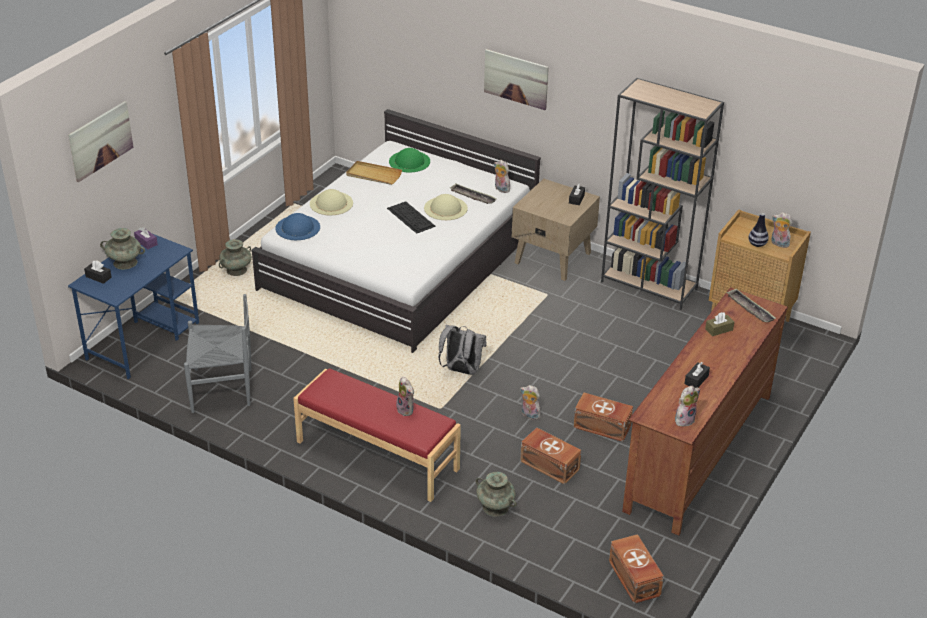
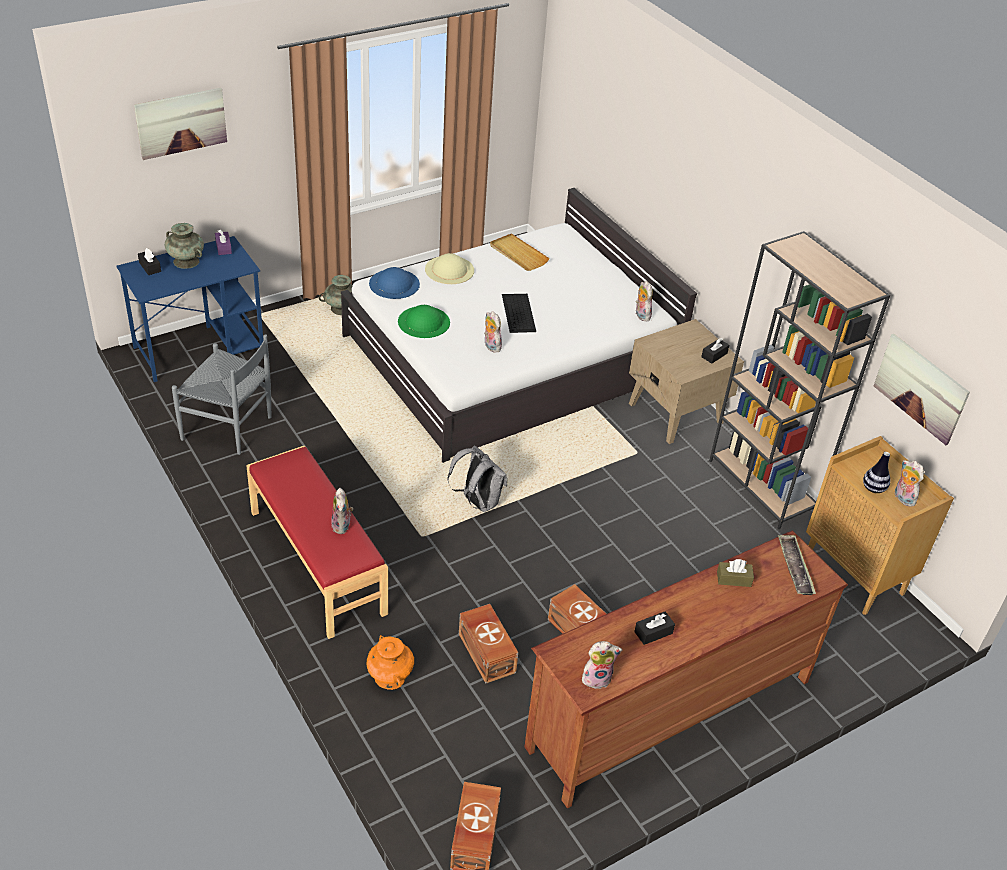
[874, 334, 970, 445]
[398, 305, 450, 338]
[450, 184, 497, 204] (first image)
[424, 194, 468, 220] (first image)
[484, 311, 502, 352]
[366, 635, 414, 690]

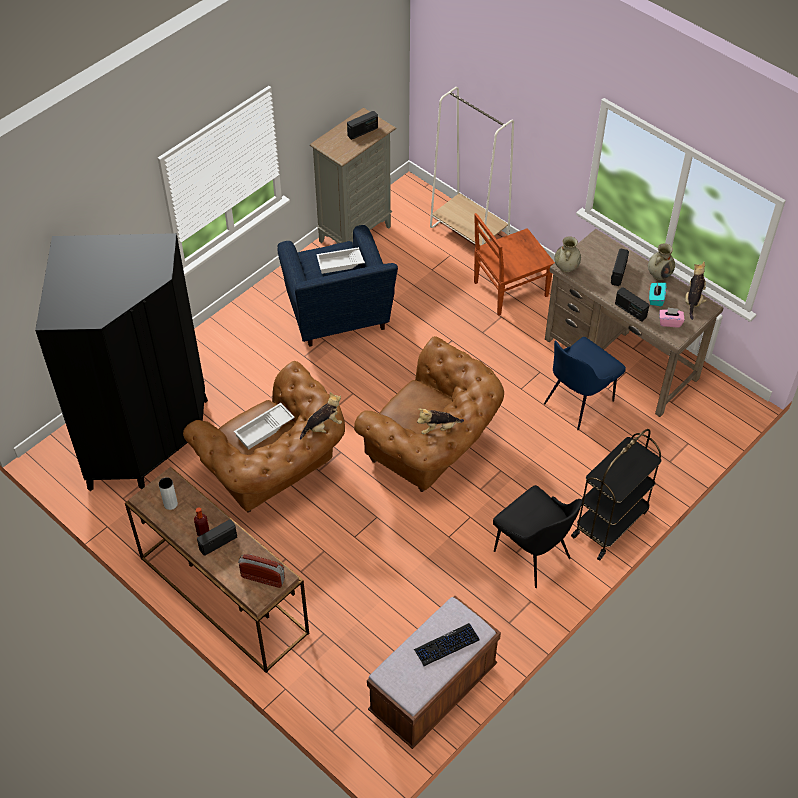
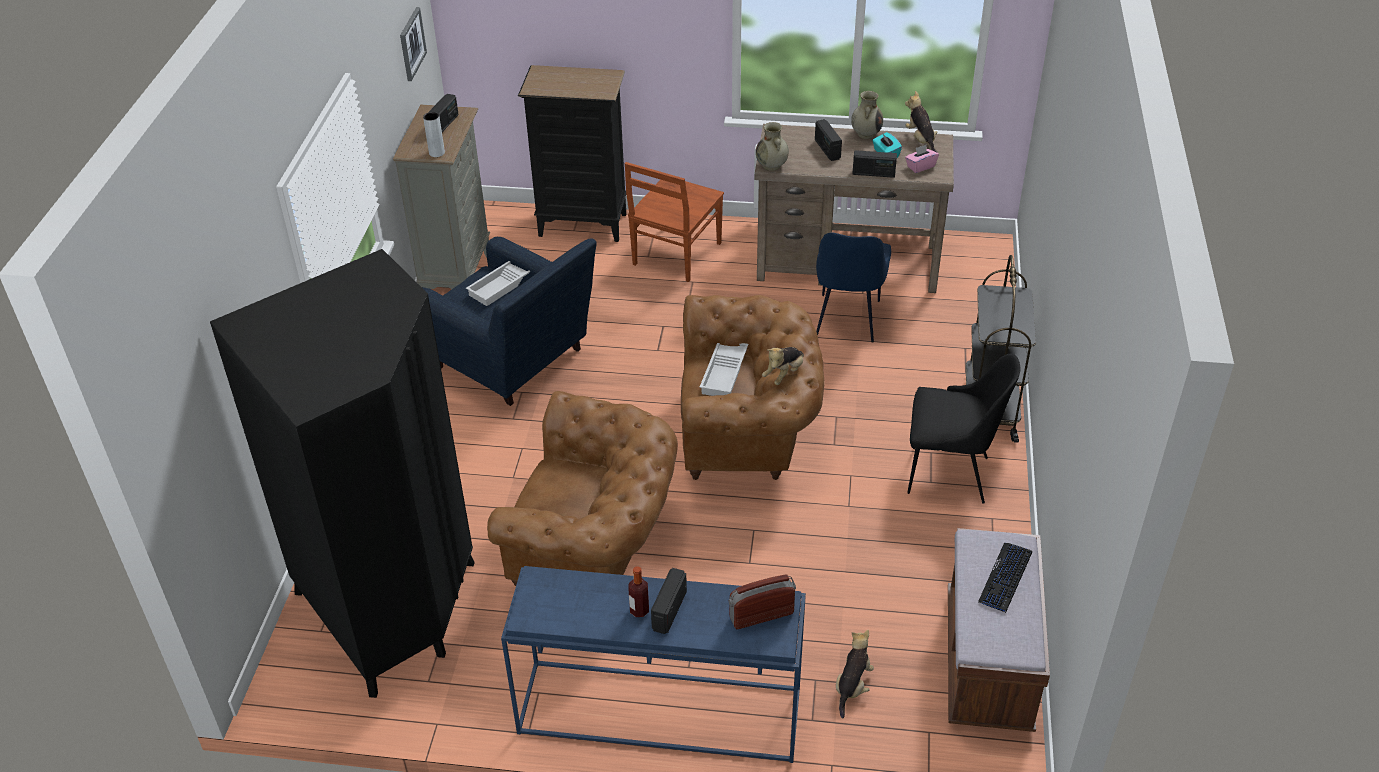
[518, 65, 626, 242]
[836, 630, 874, 718]
[700, 343, 748, 396]
[501, 566, 806, 763]
[423, 112, 445, 157]
[400, 7, 427, 81]

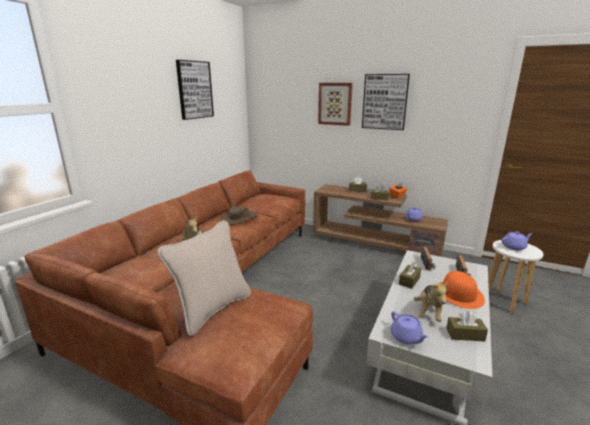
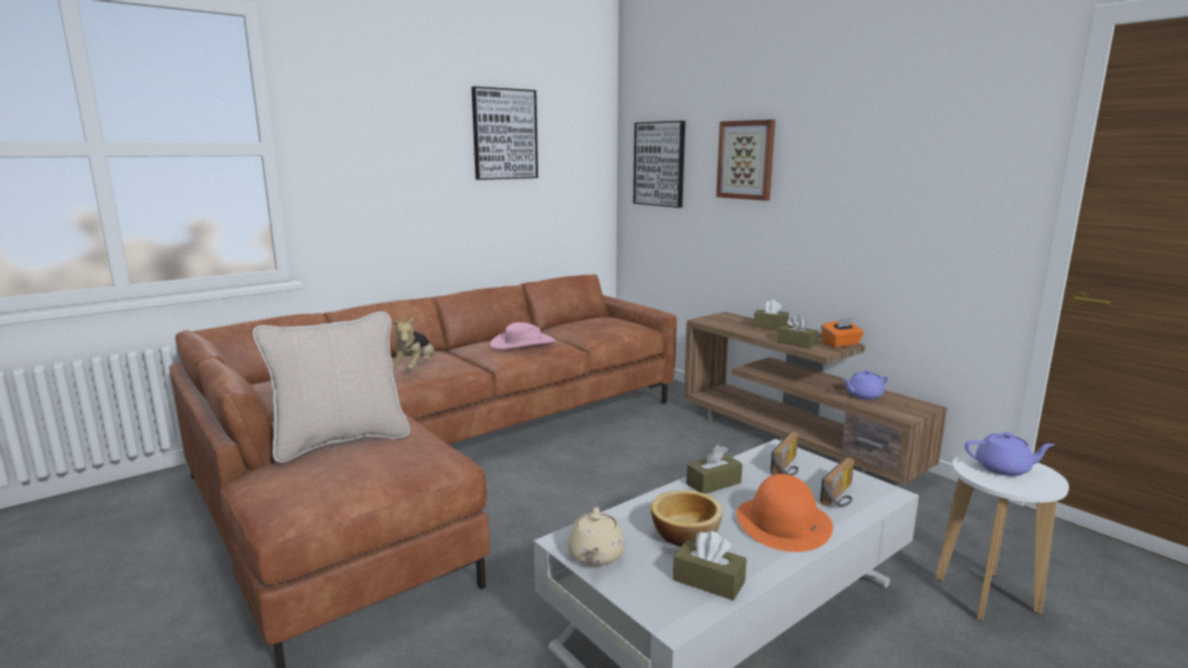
[633, 121, 685, 208]
[490, 322, 556, 349]
[651, 490, 723, 547]
[568, 507, 625, 566]

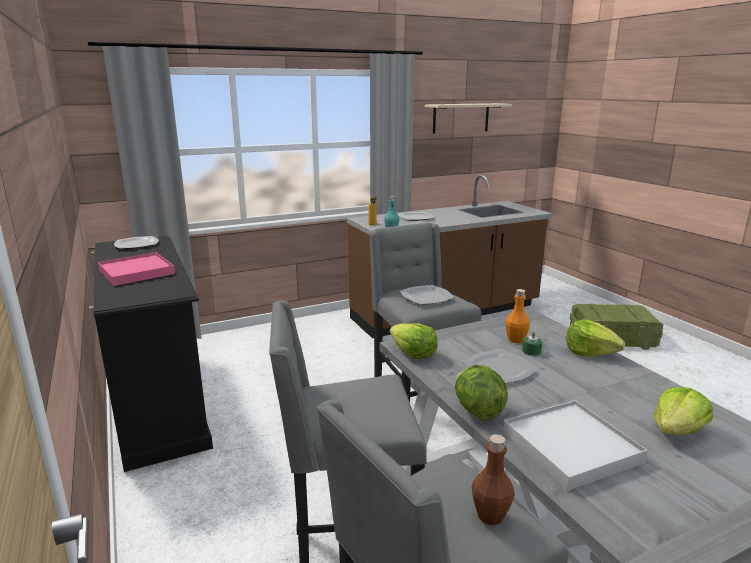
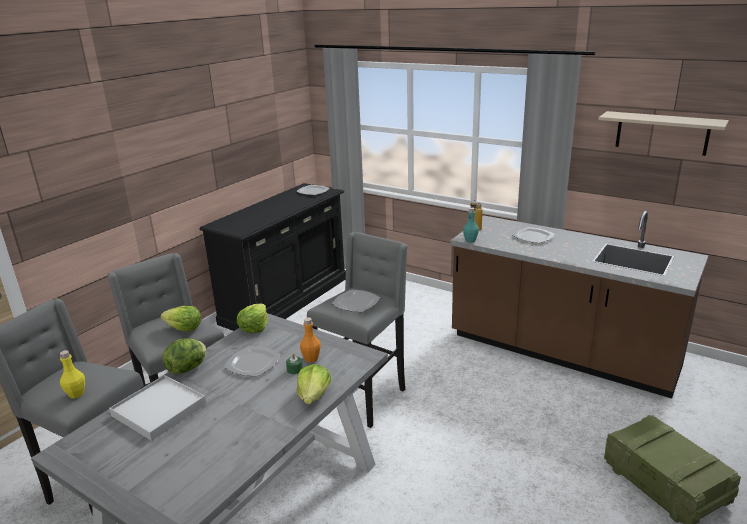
[98, 252, 175, 286] (first image)
[160, 306, 201, 332]
[60, 350, 85, 398]

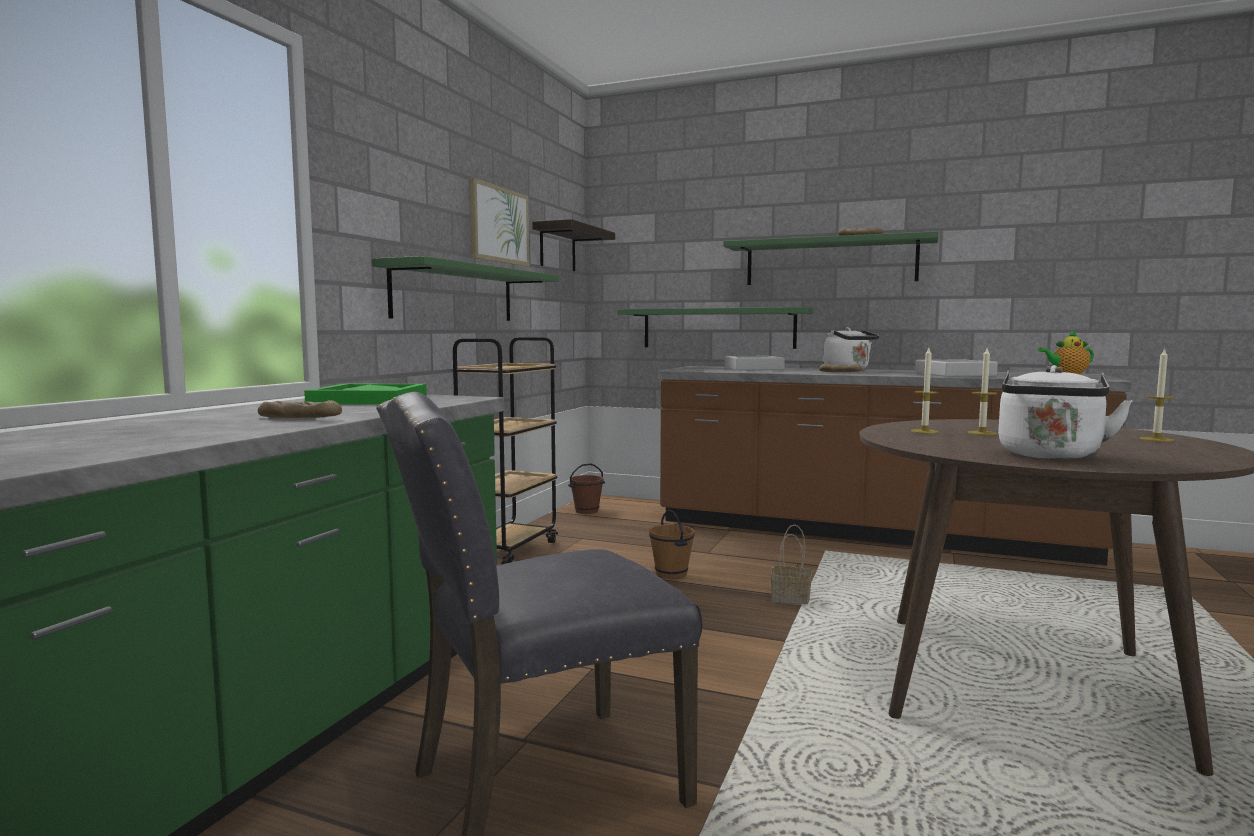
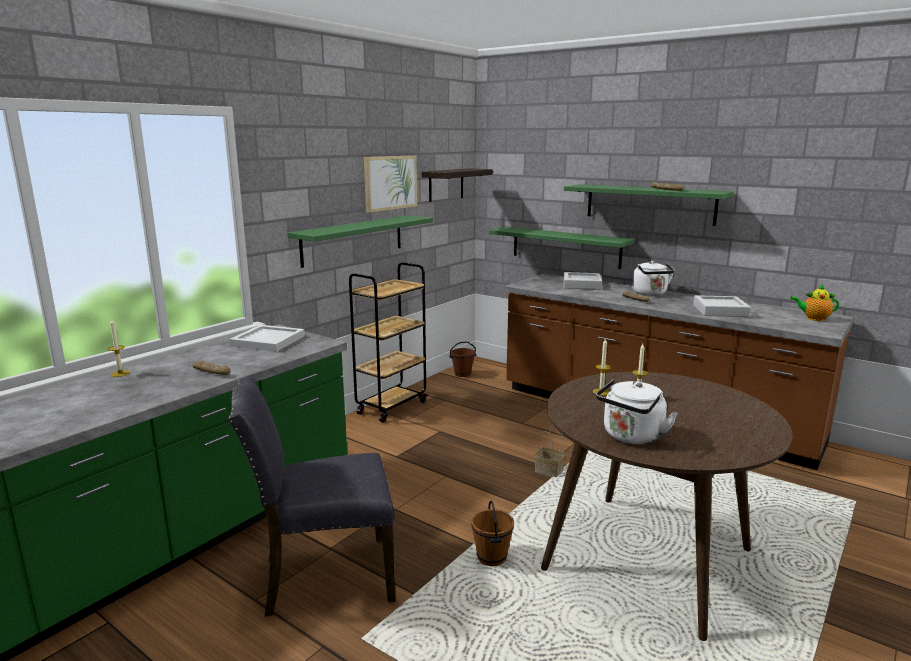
[108, 318, 131, 377]
[229, 325, 305, 352]
[471, 500, 514, 566]

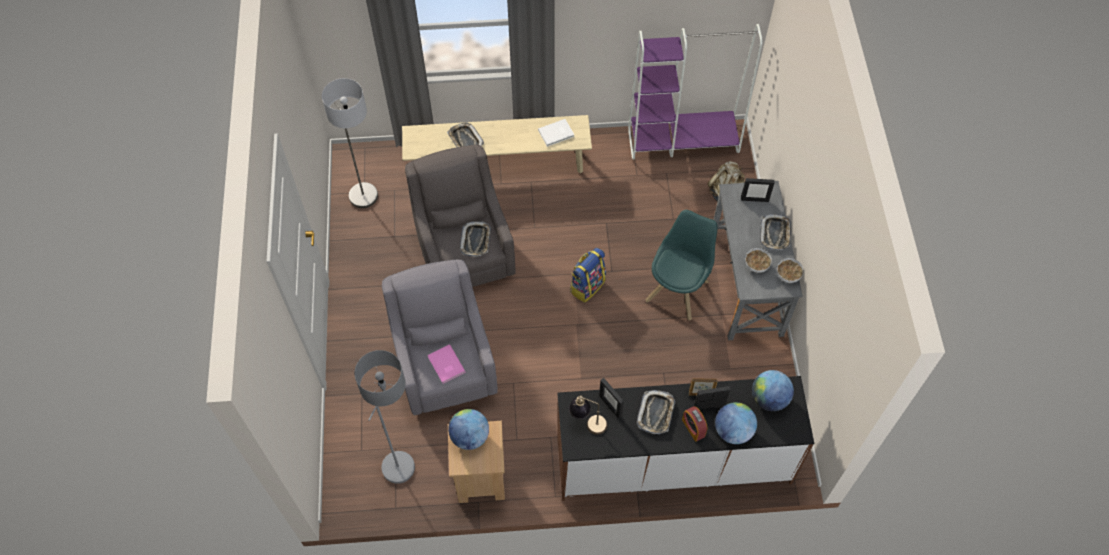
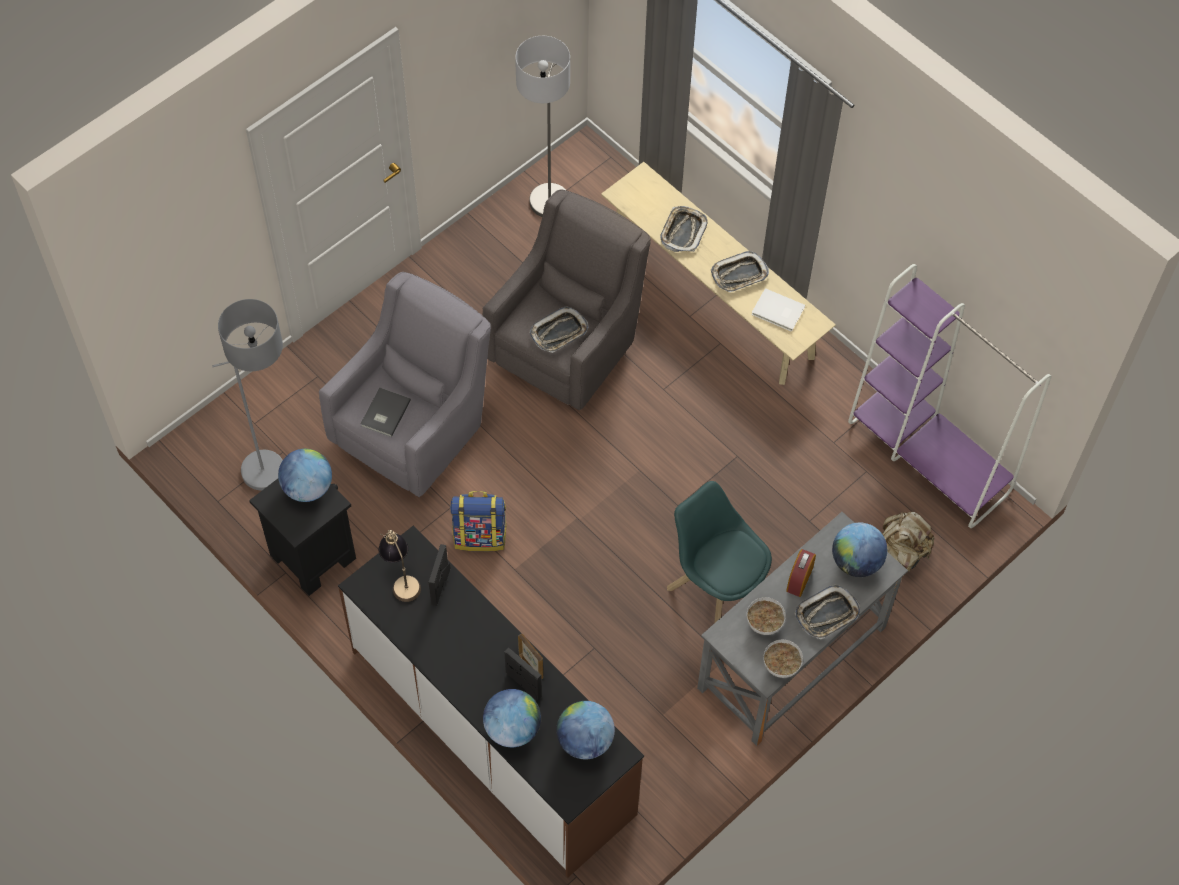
[832, 523, 887, 577]
[667, 481, 772, 623]
[450, 491, 506, 551]
[361, 388, 411, 437]
[711, 251, 769, 292]
[786, 549, 816, 597]
[249, 479, 356, 596]

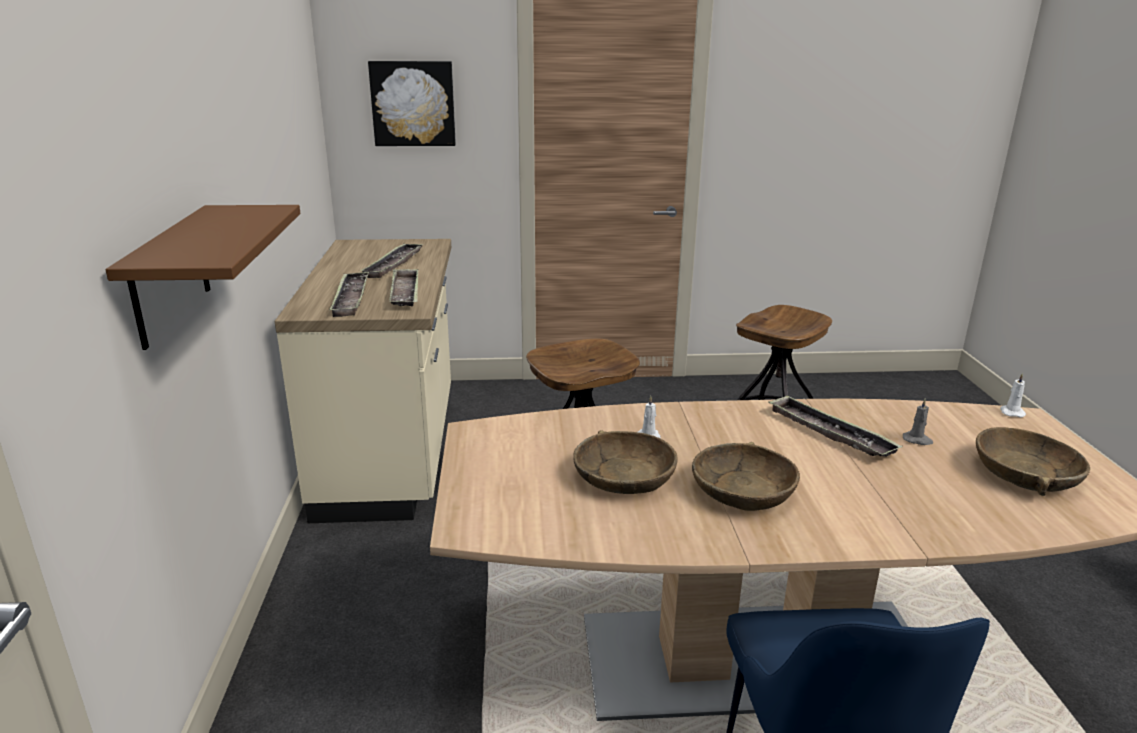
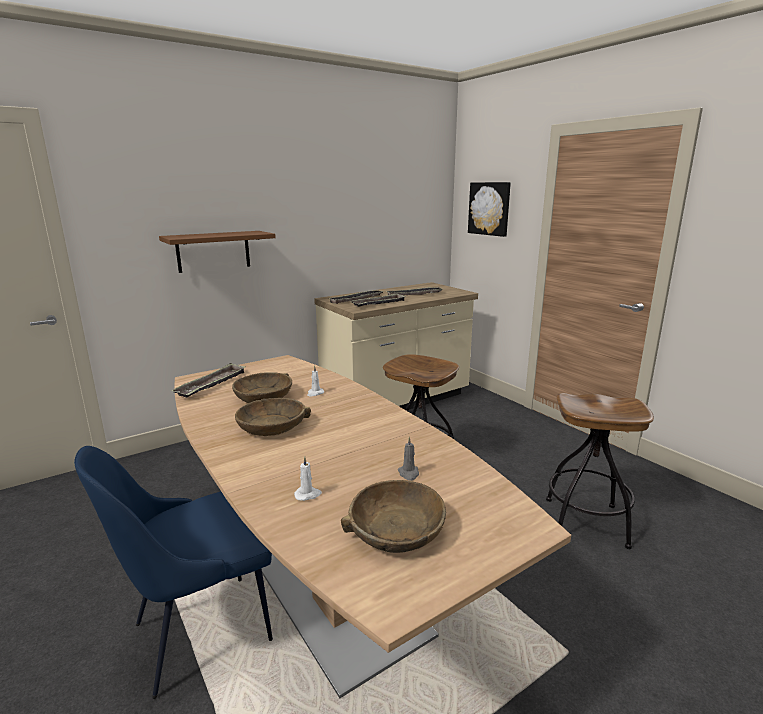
[294, 456, 322, 501]
[171, 363, 245, 398]

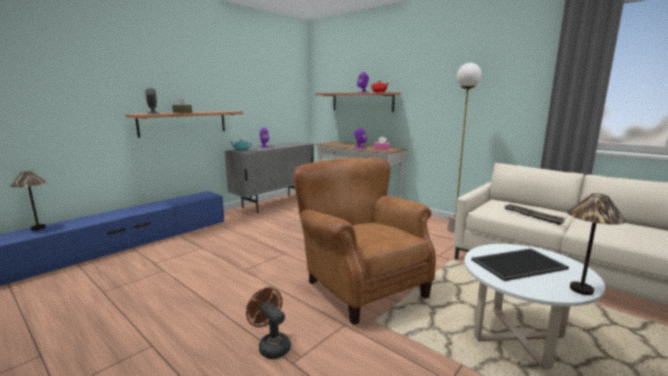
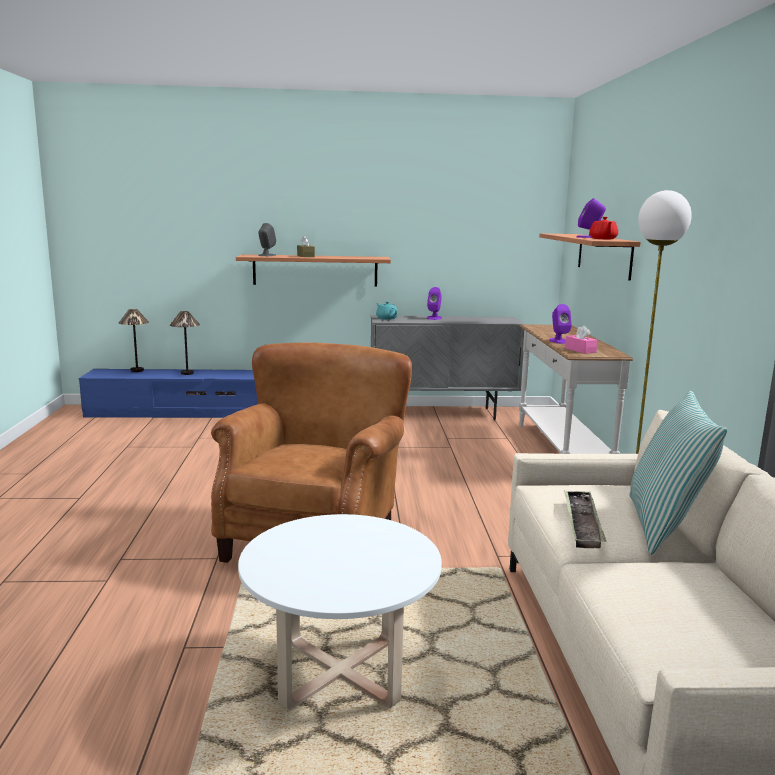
[170, 311, 200, 375]
[471, 248, 569, 281] (first image)
[246, 287, 291, 359] (first image)
[629, 391, 728, 555]

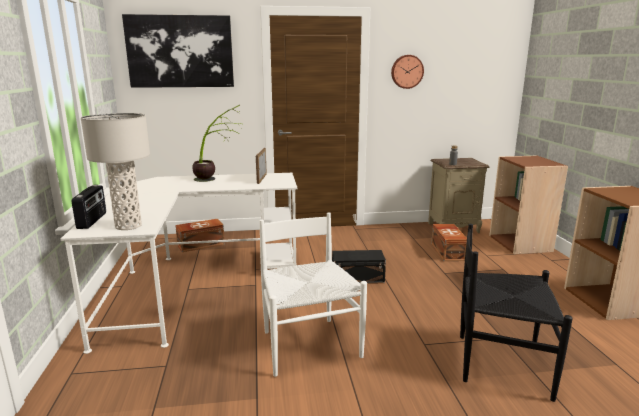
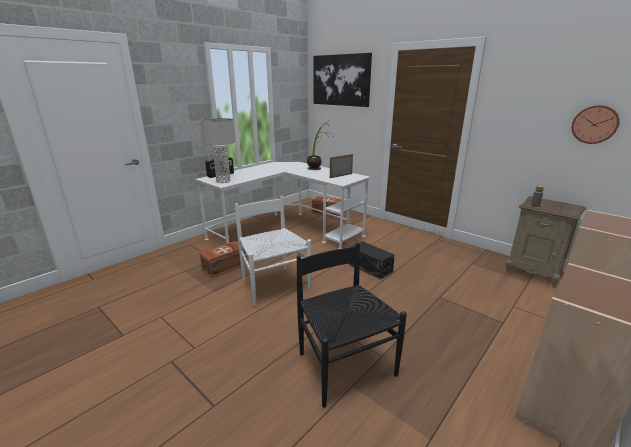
[572, 105, 620, 144]
[235, 196, 311, 306]
[200, 241, 247, 278]

